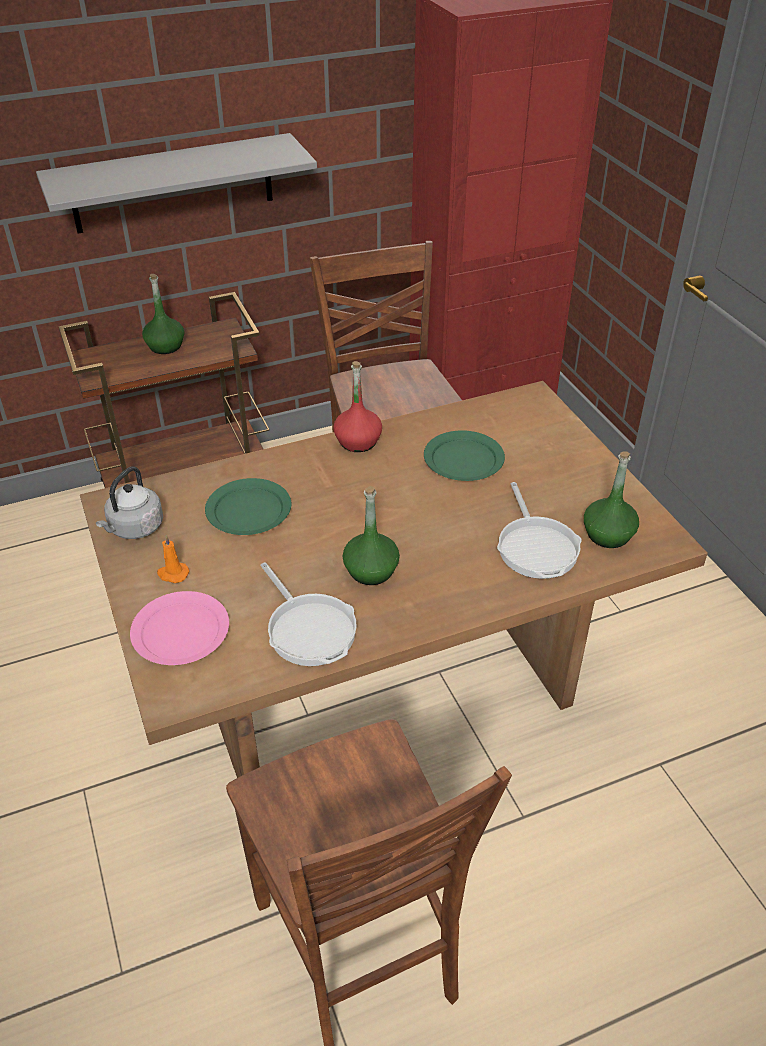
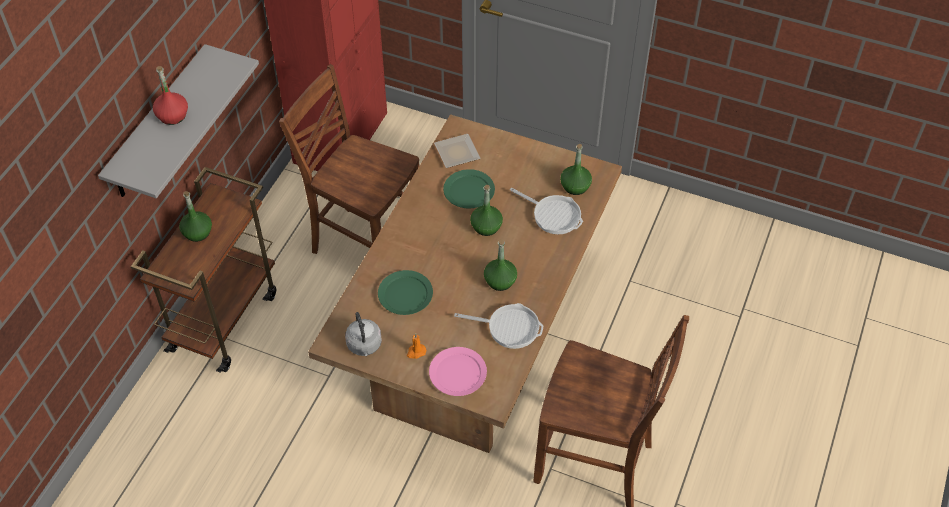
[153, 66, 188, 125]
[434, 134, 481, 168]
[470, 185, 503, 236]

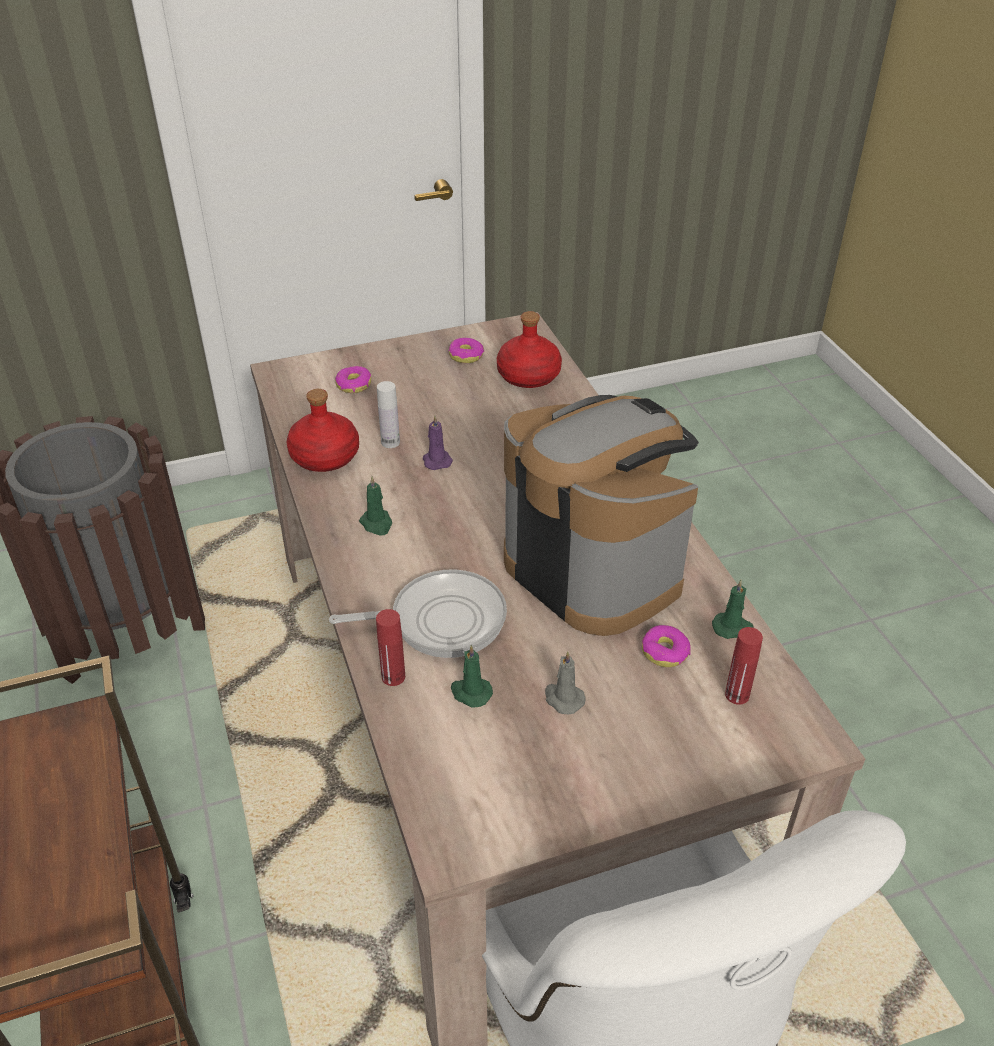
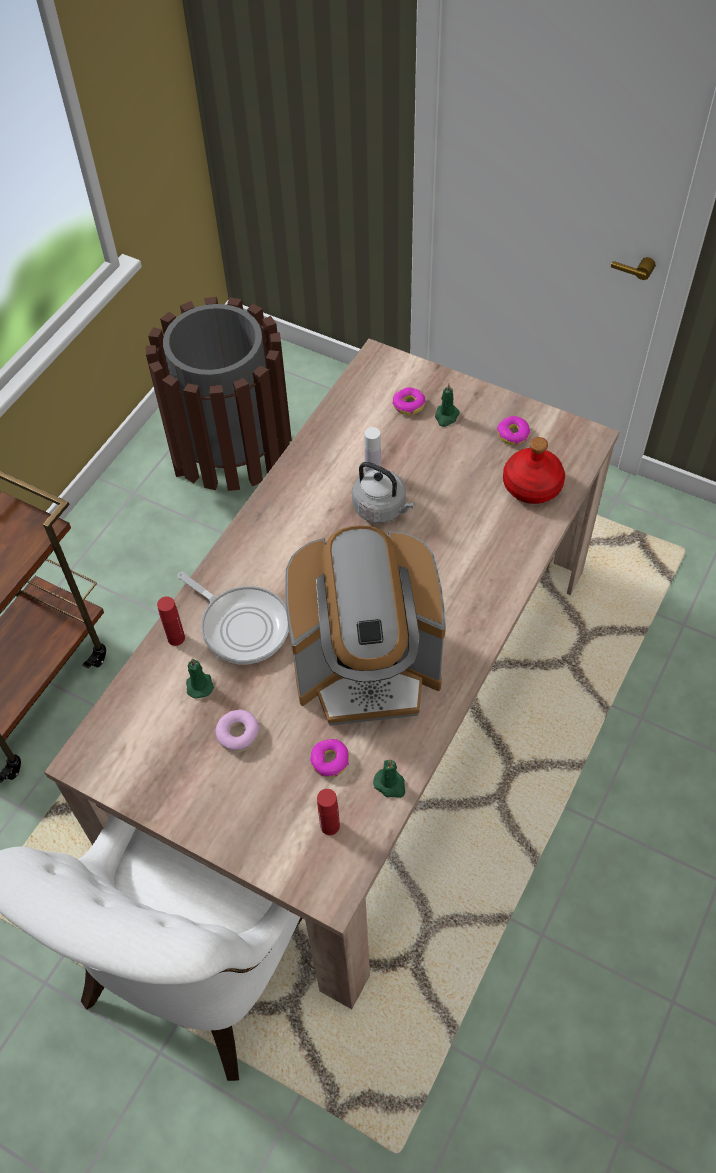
[287, 389, 359, 472] (first image)
[285, 525, 446, 725]
[352, 462, 415, 523]
[435, 383, 460, 427]
[216, 709, 260, 752]

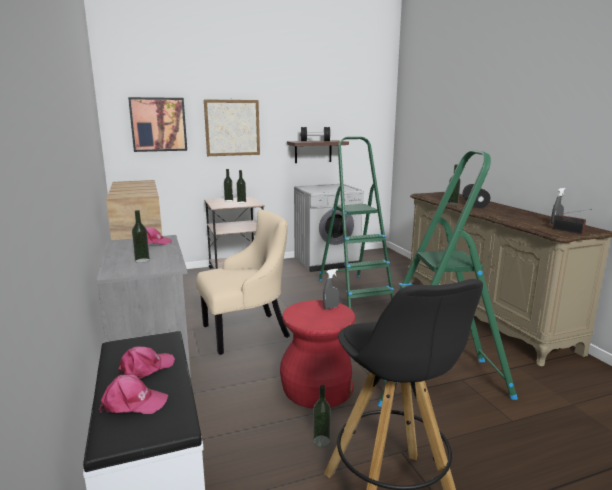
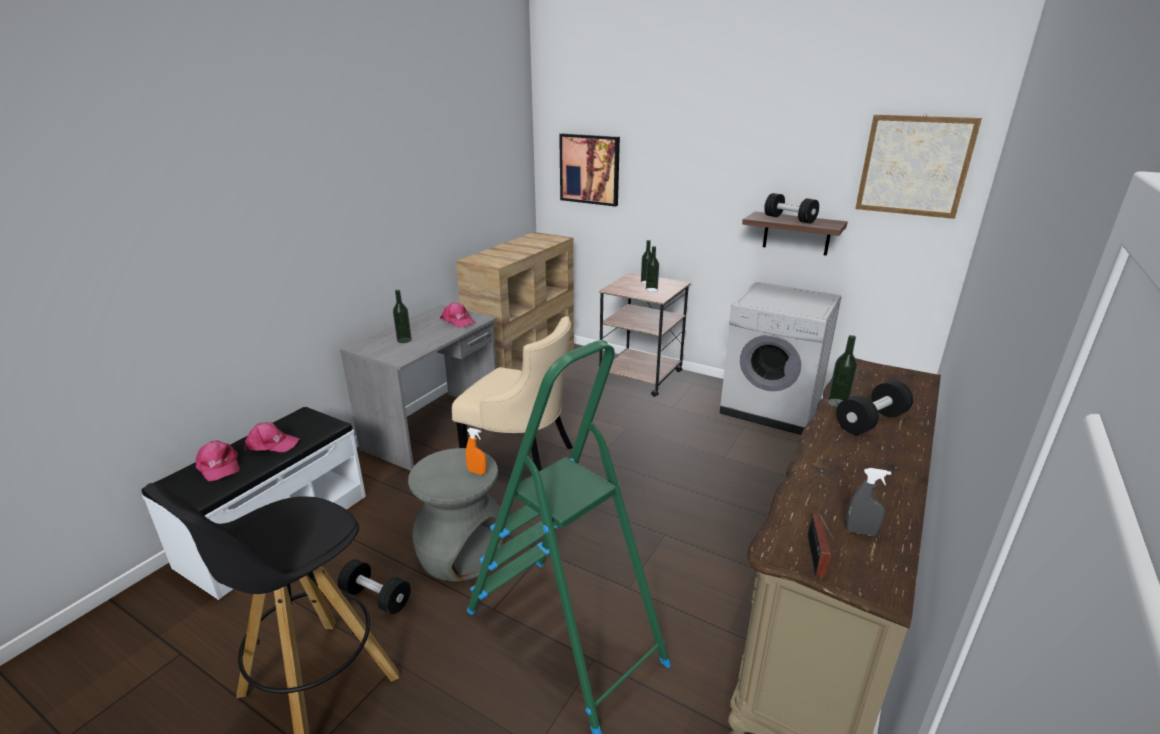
[855, 114, 982, 219]
[319, 137, 394, 309] (first image)
[466, 428, 486, 475]
[408, 448, 506, 581]
[338, 559, 411, 614]

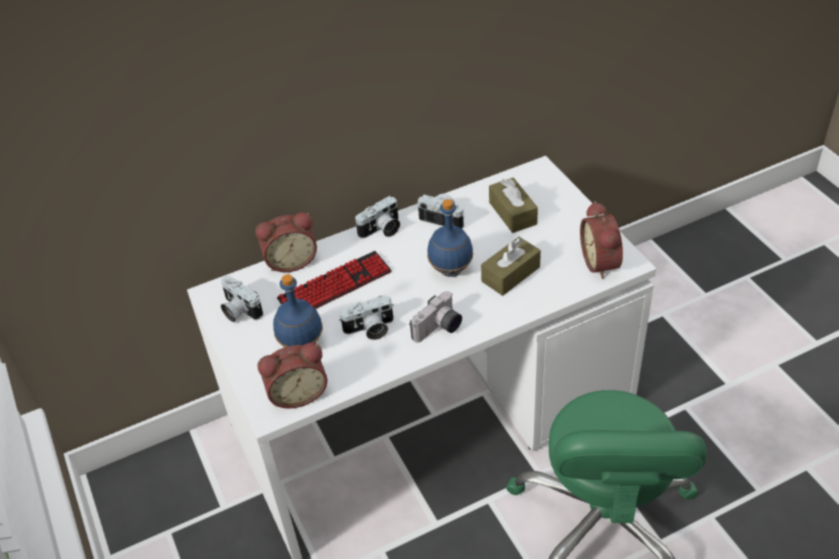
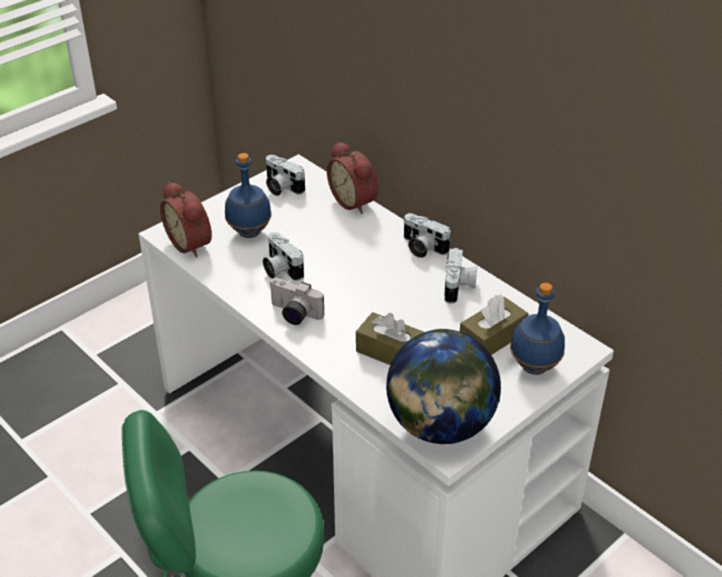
[510, 283, 565, 375]
[386, 329, 501, 444]
[277, 251, 392, 309] (first image)
[266, 155, 305, 196]

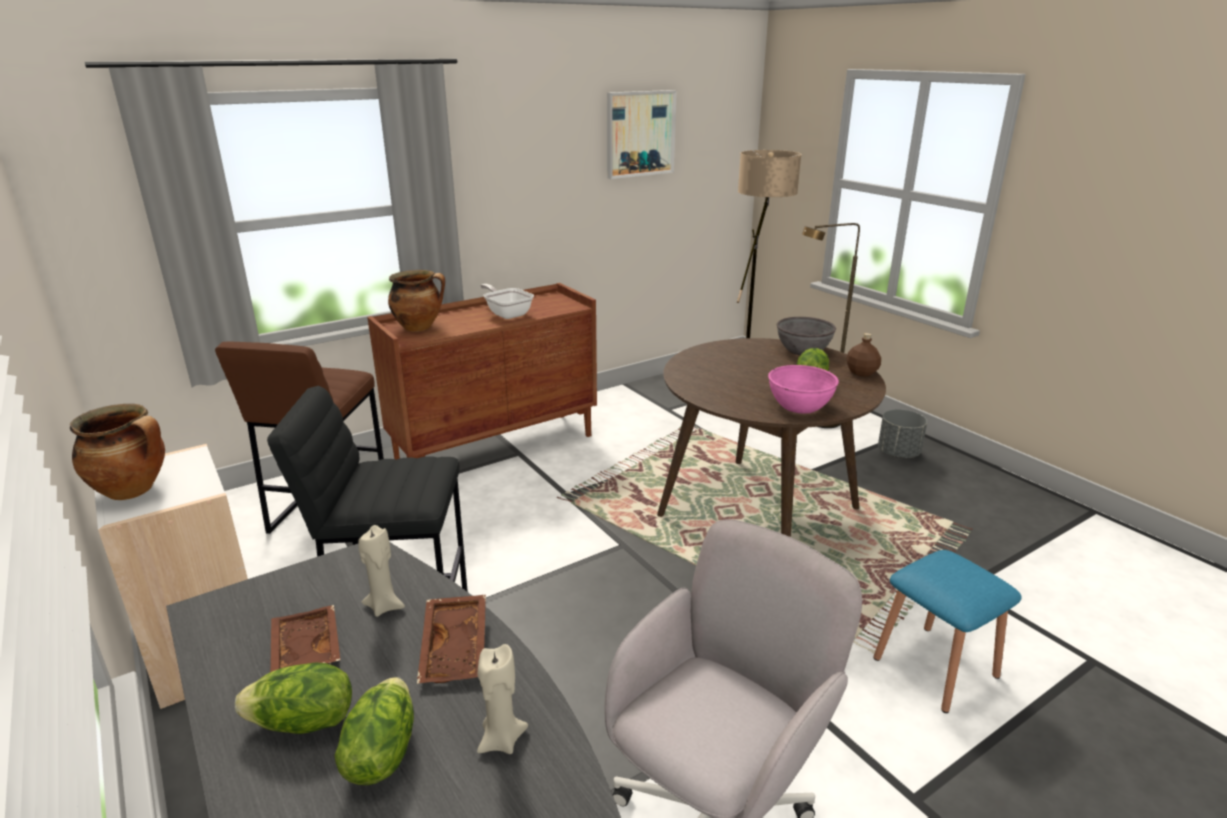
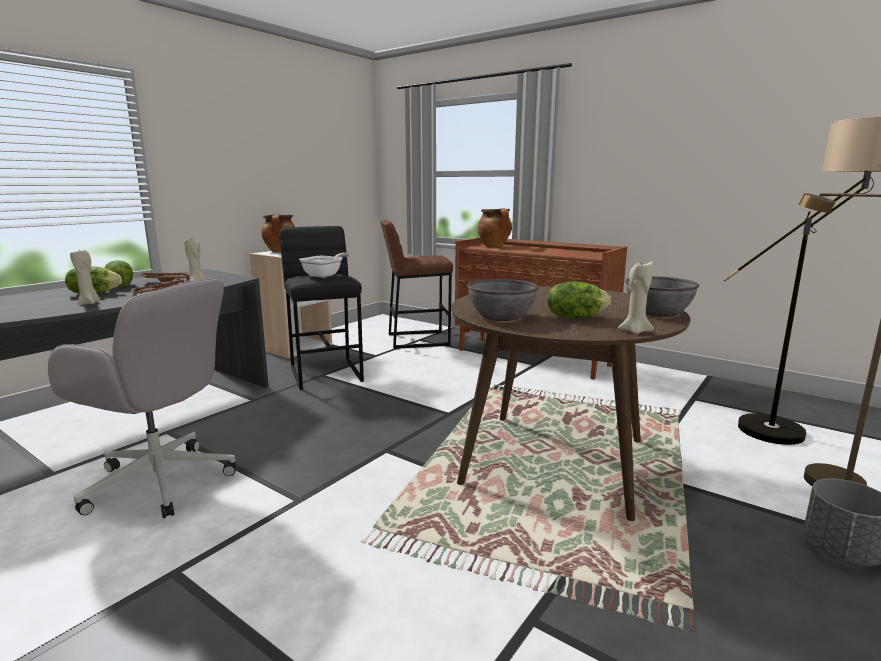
[607, 90, 677, 179] (first image)
[299, 253, 349, 277]
[618, 262, 654, 334]
[467, 279, 539, 321]
[873, 550, 1022, 713] (first image)

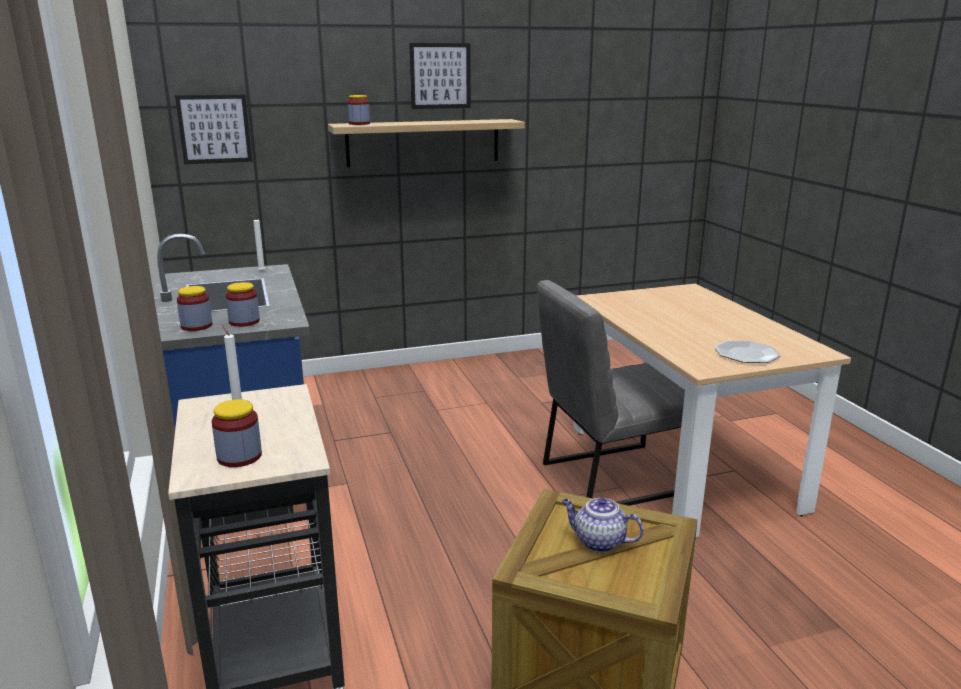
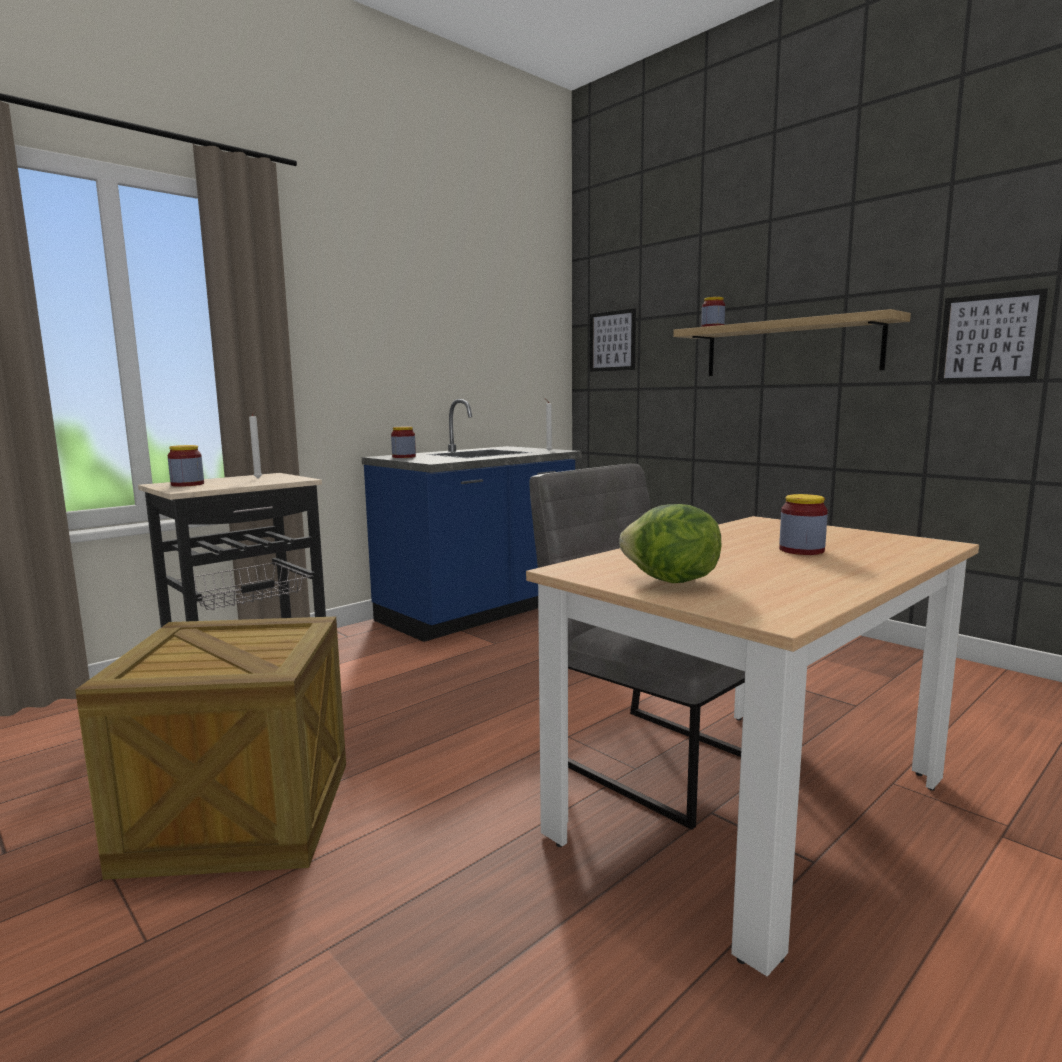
[937, 288, 1048, 384]
[779, 494, 828, 555]
[619, 504, 721, 583]
[562, 498, 644, 553] (first image)

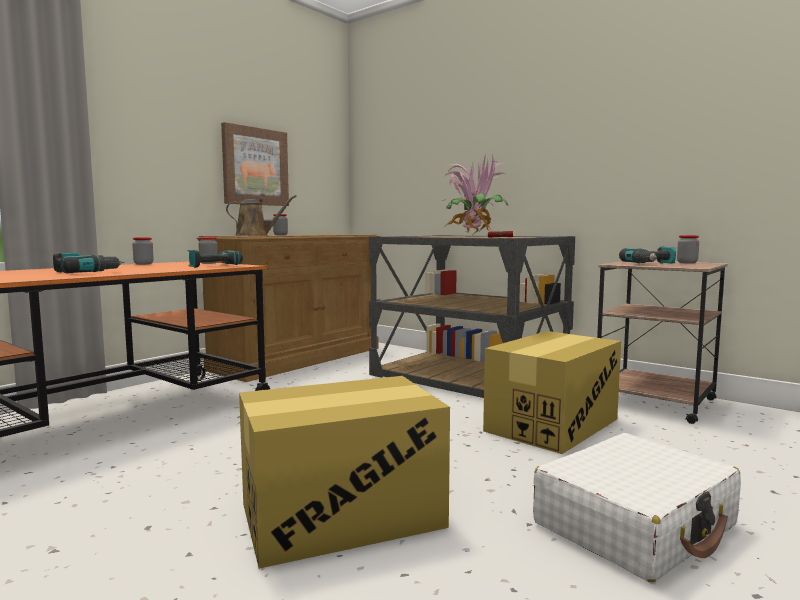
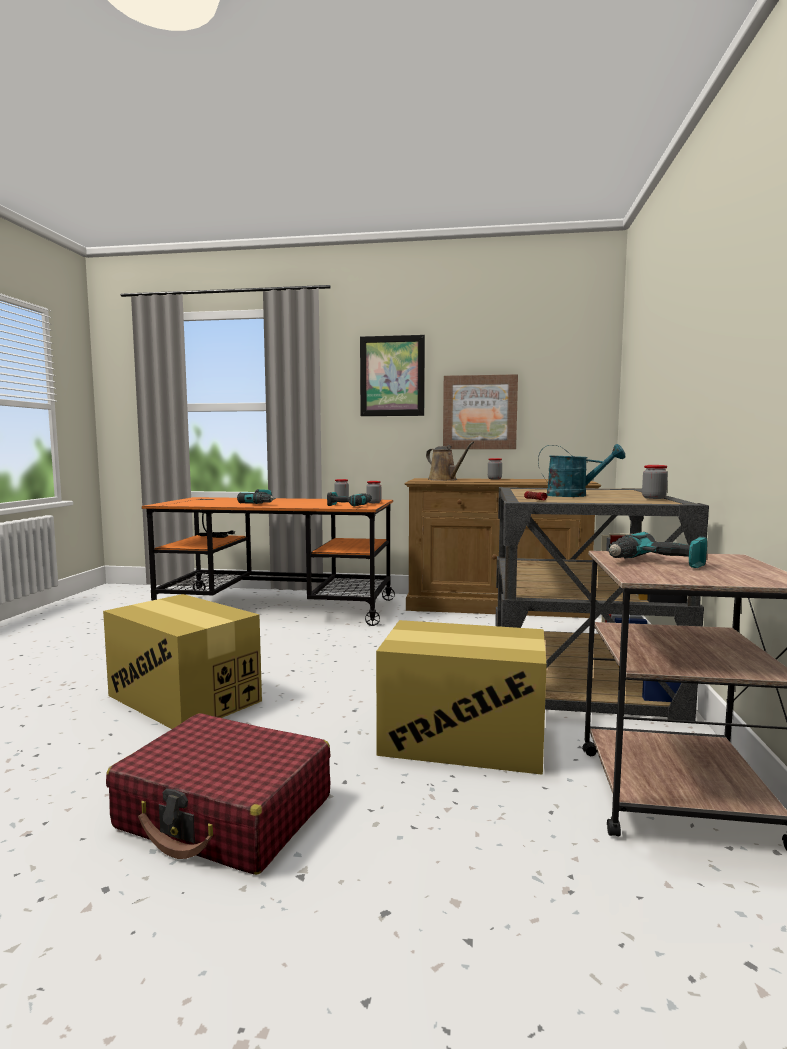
[538, 444, 625, 497]
[642, 465, 668, 499]
[106, 713, 330, 875]
[360, 335, 425, 416]

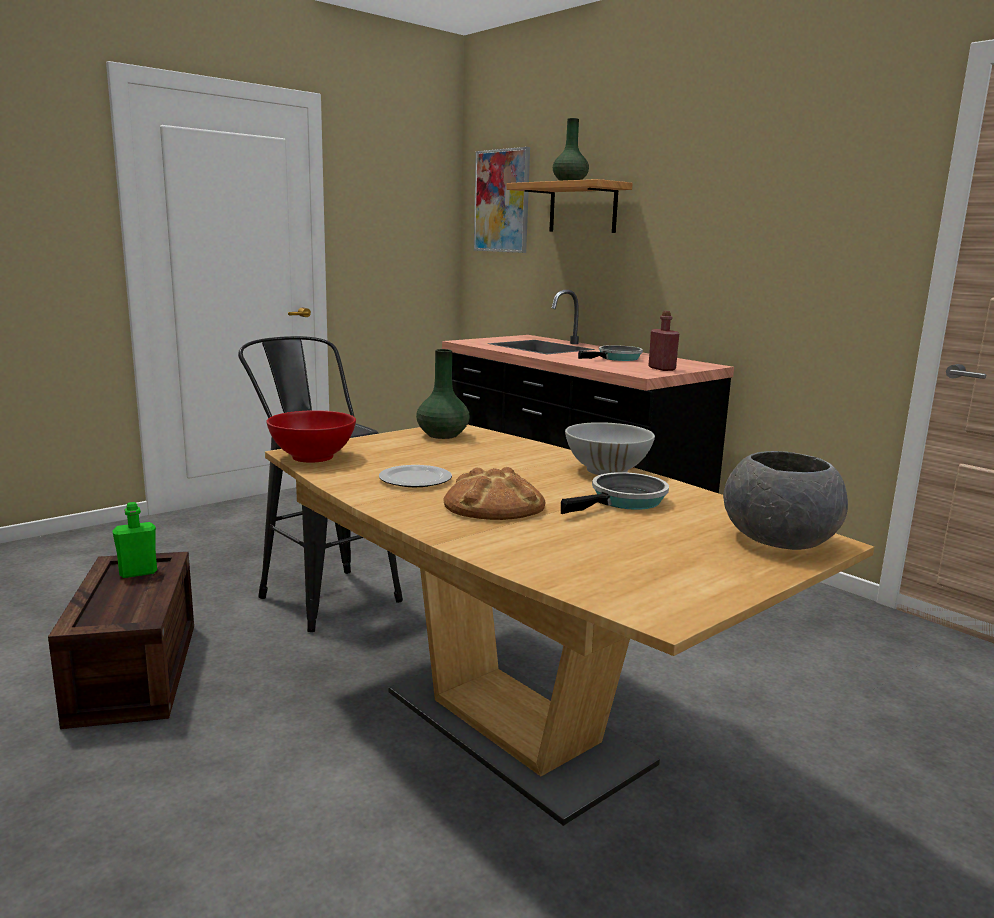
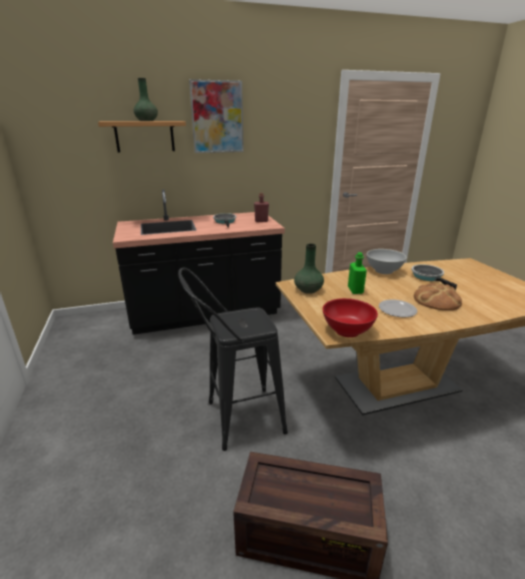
[189, 79, 244, 153]
[723, 451, 848, 550] (first image)
[348, 252, 367, 294]

